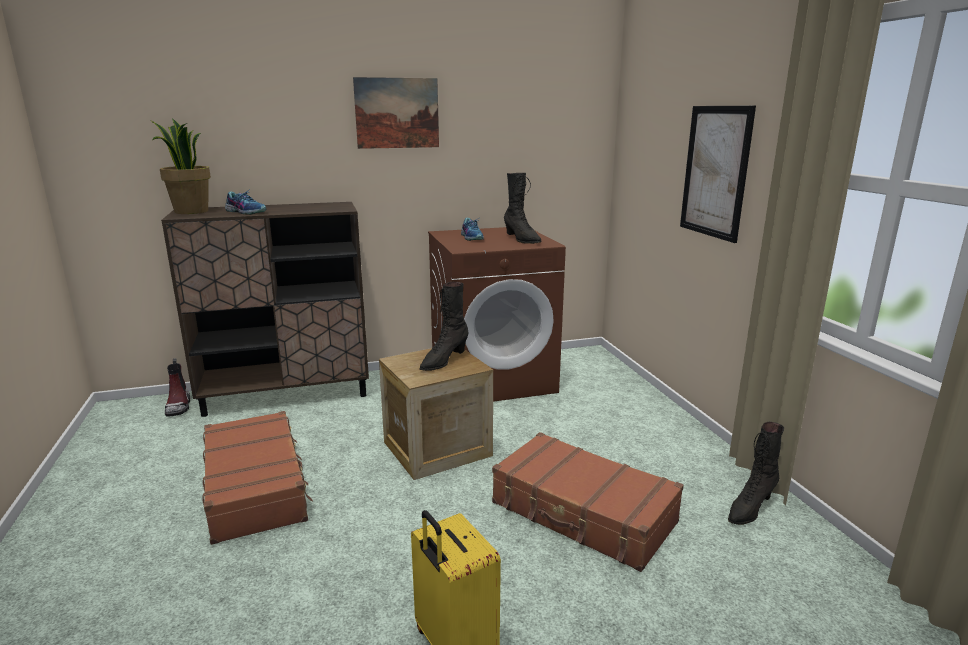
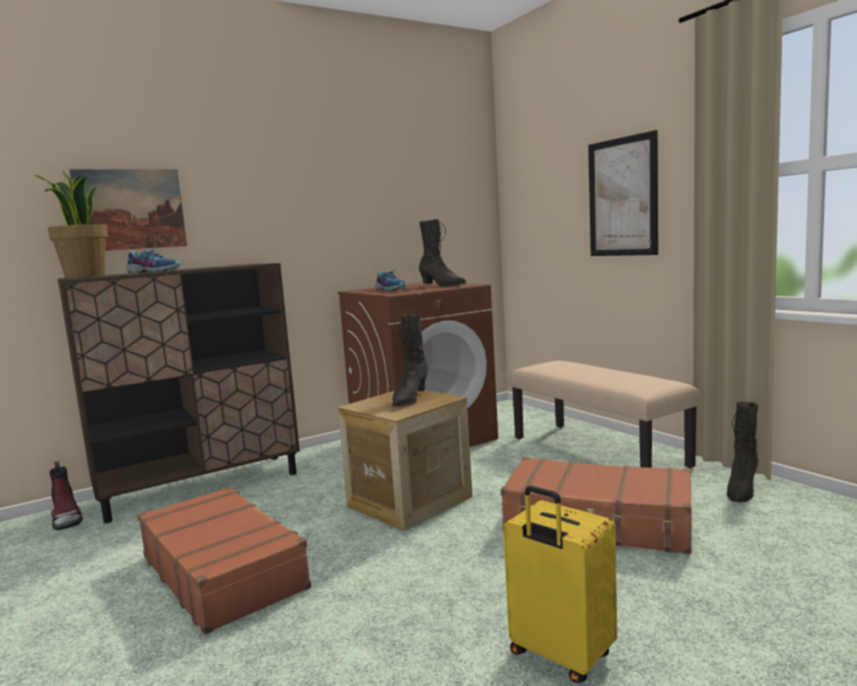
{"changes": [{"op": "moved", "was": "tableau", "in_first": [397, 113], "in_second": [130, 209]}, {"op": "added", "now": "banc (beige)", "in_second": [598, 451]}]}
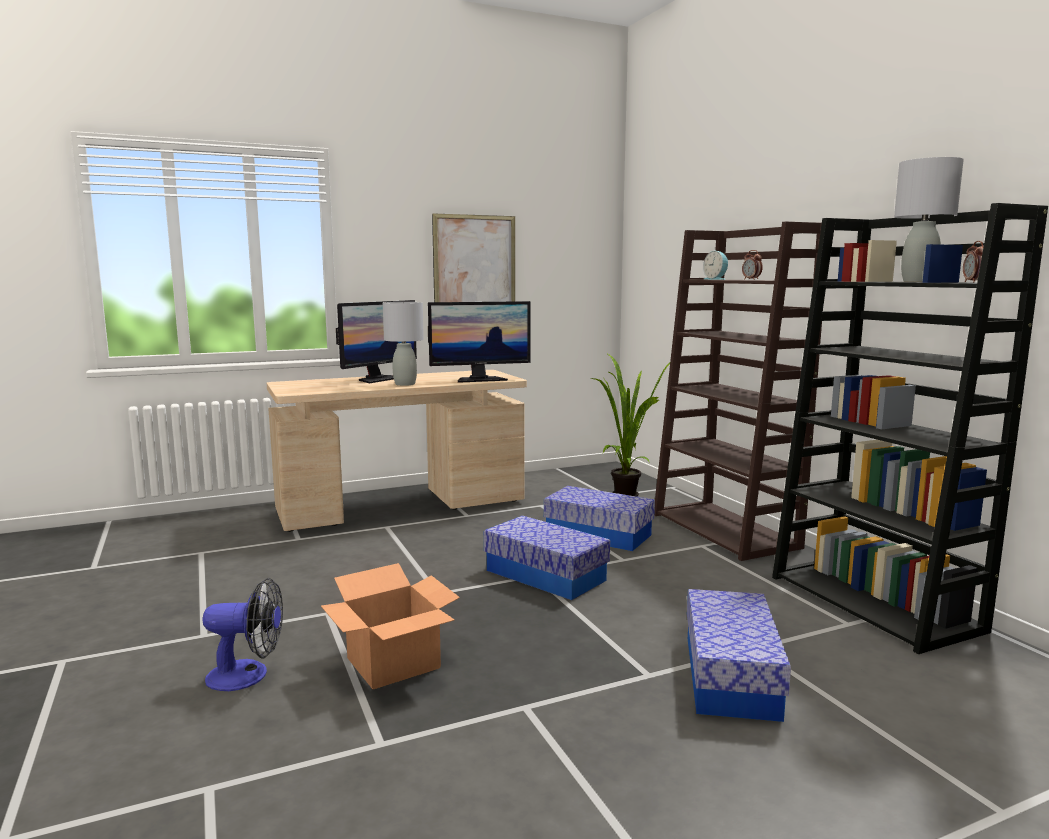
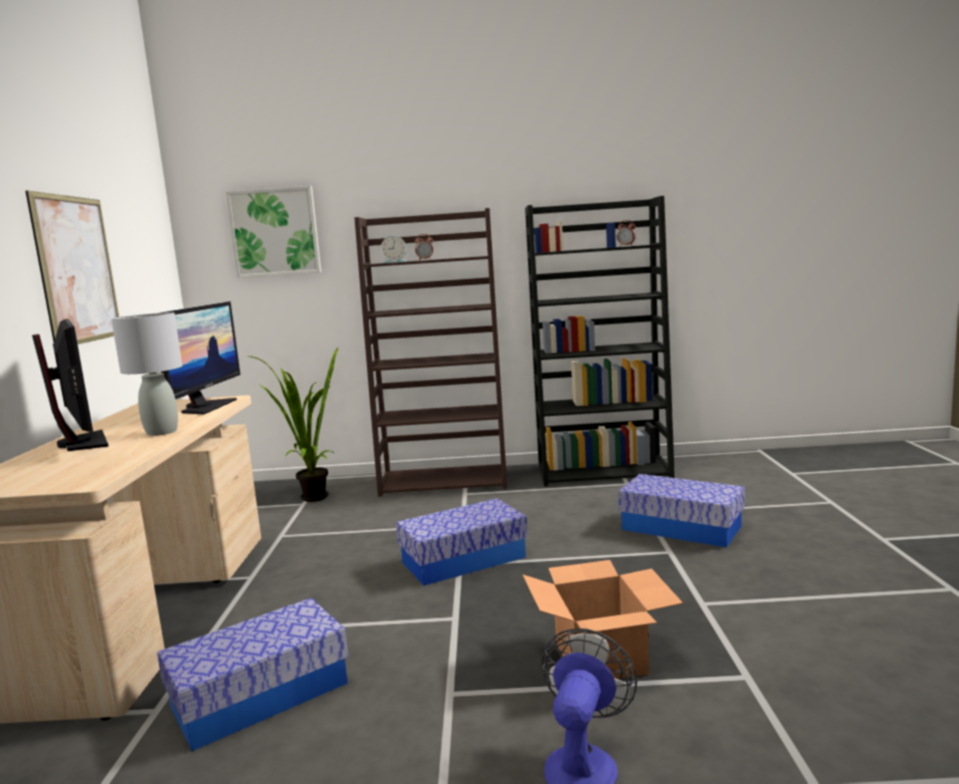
{"changes": [{"op": "removed", "was": "lampe de table (gris)", "in_first": [918, 281]}, {"op": "moved", "was": "boîte de rangement", "in_first": [598, 534], "in_second": [260, 695]}, {"op": "added", "now": "tableau", "in_second": [275, 232]}]}
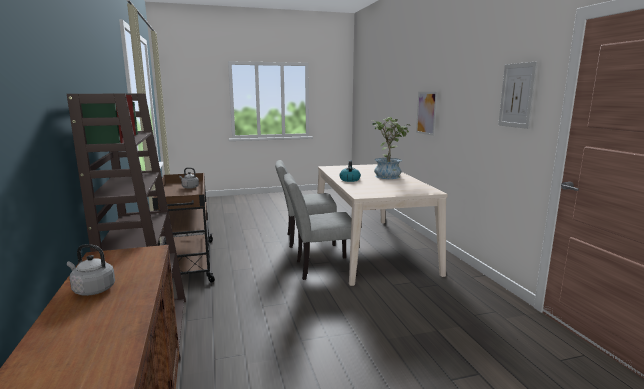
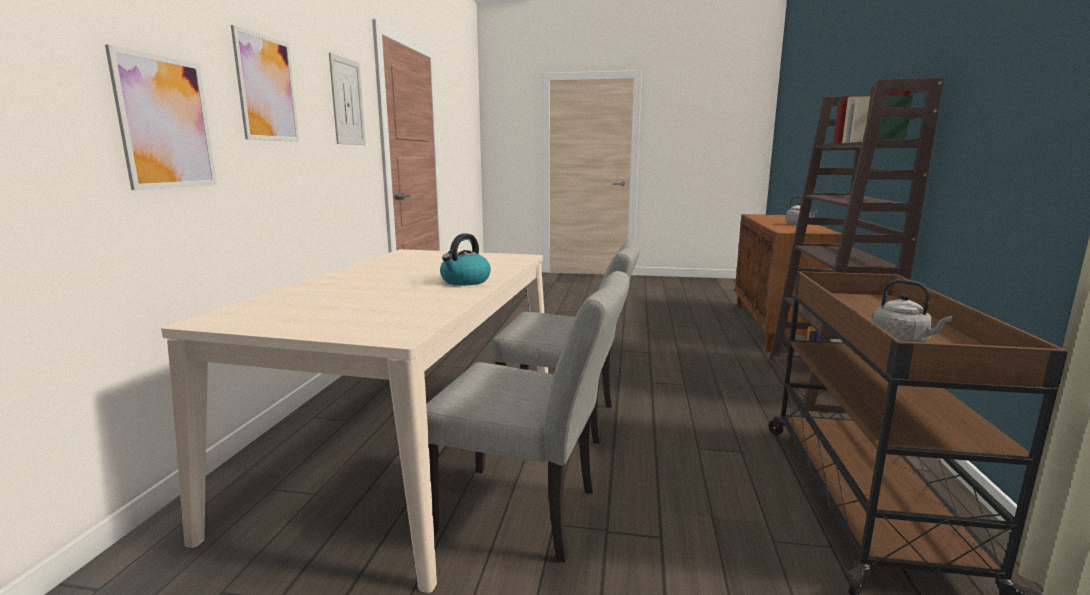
{"changes": [{"op": "removed", "was": "plante en pot", "in_first": [388, 175]}, {"op": "added", "now": "tableau", "in_second": [267, 88]}]}
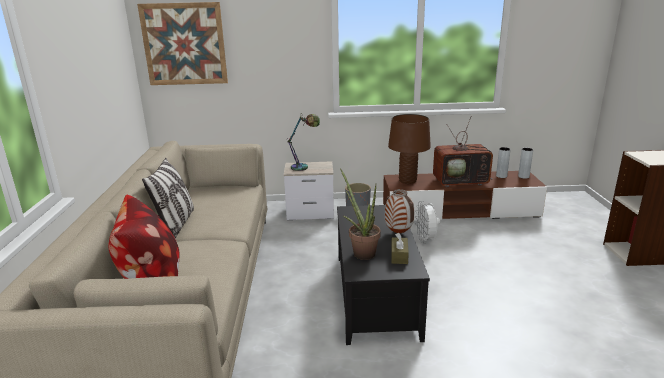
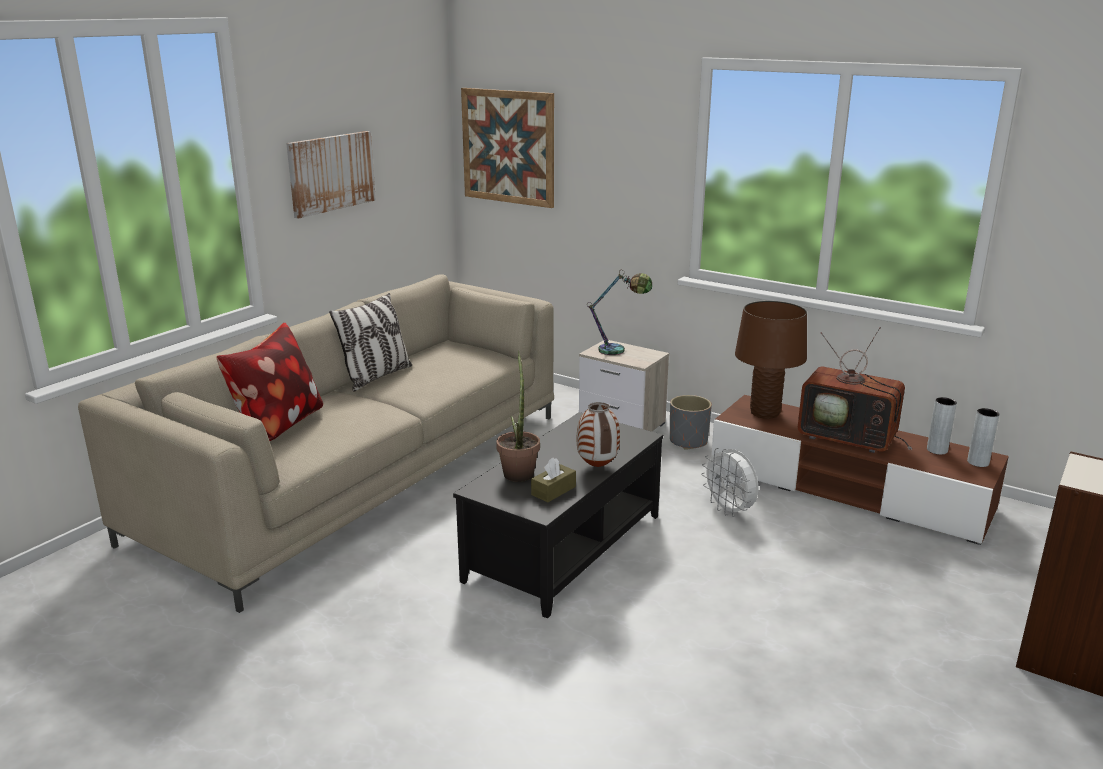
{"changes": [{"op": "turned", "was": "ventilateur (blanc)", "in_first": [426, 240], "in_second": [729, 510], "clockwise": -60}, {"op": "added", "now": "tableau", "in_second": [331, 173]}]}
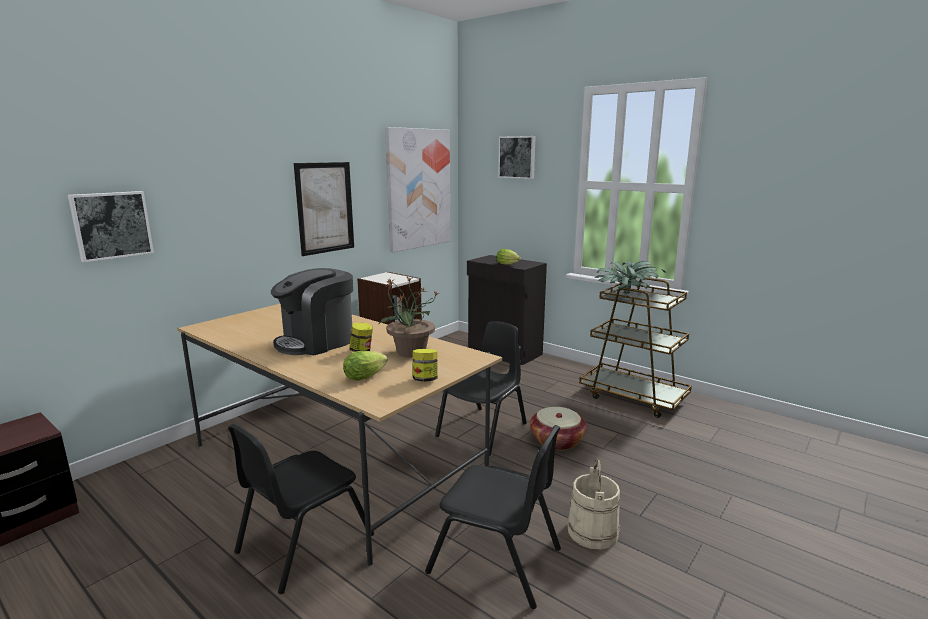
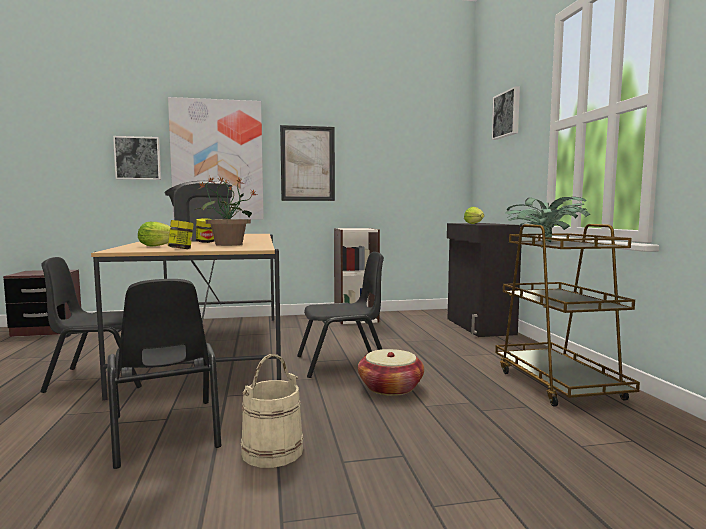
{"changes": [{"op": "moved", "was": "tableau", "in_first": [418, 189], "in_second": [217, 160]}]}
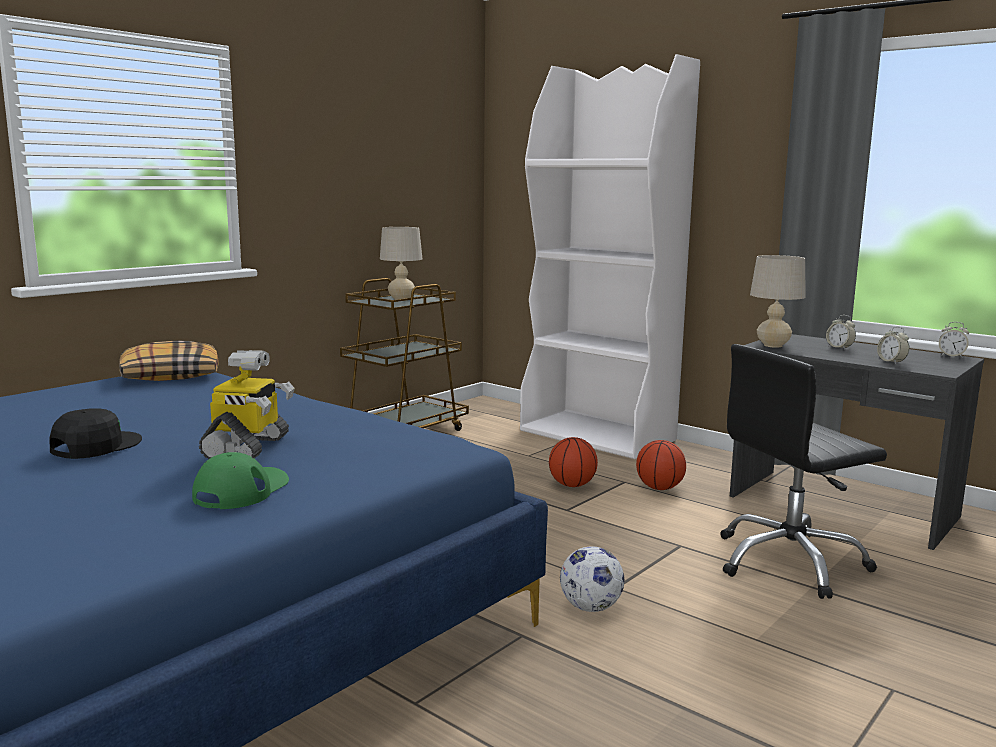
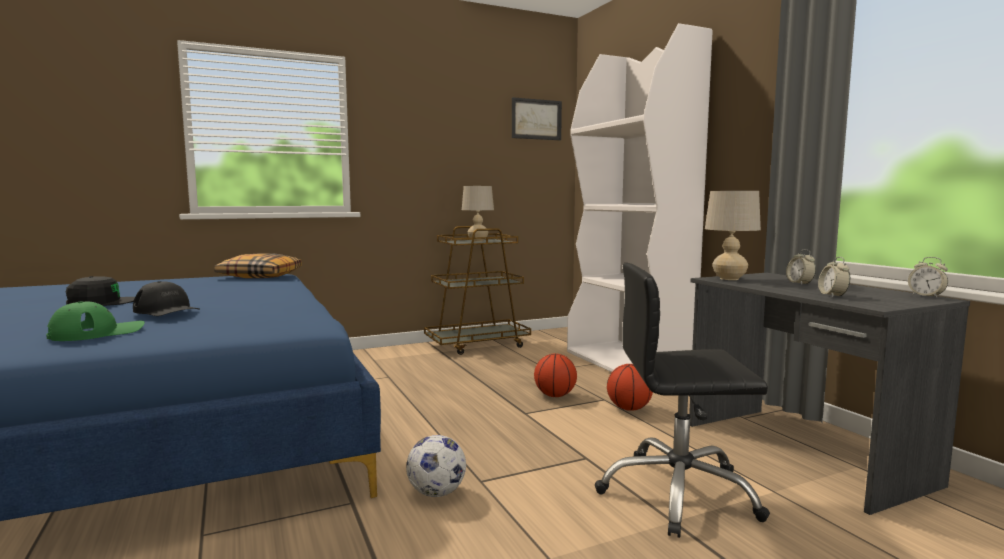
{"changes": [{"op": "replaced", "was": "robot jouet", "now": "casquette (noir)", "in_first": [248, 448], "in_second": [167, 310]}, {"op": "added", "now": "tableau", "in_second": [536, 119]}]}
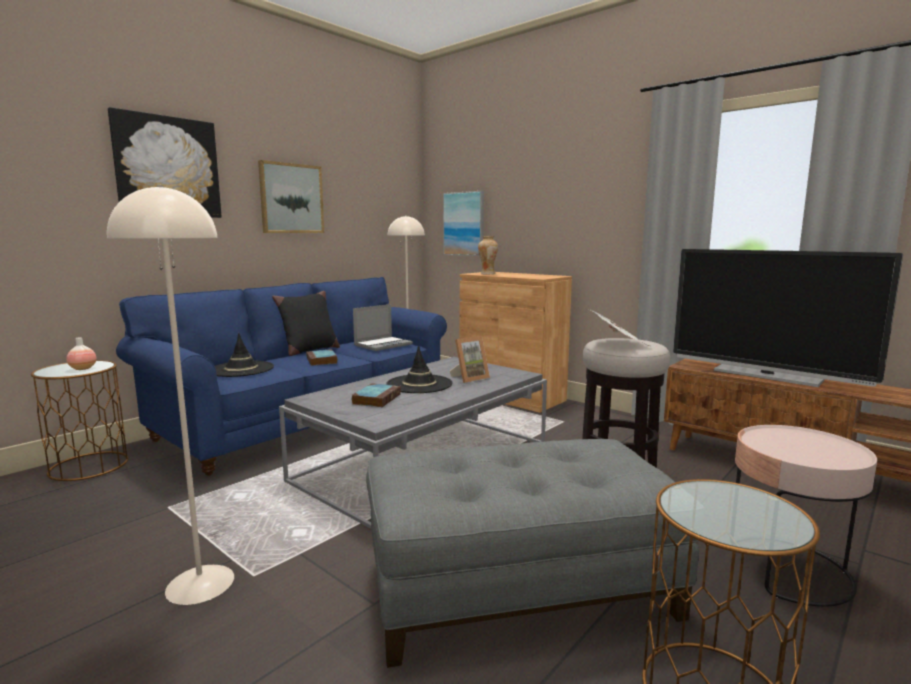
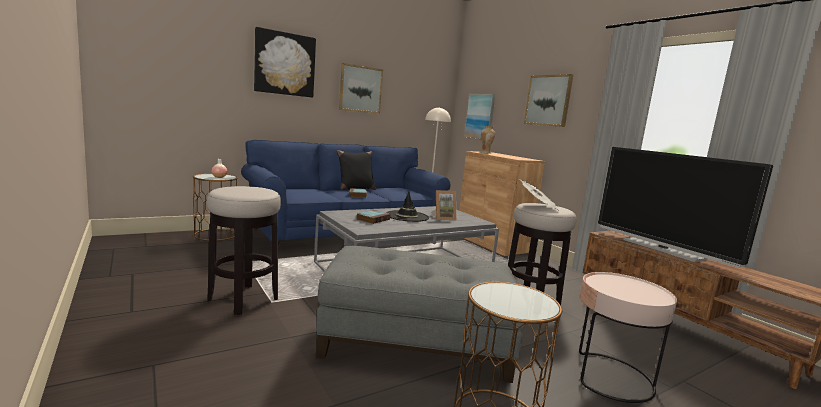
{"changes": [{"op": "replaced", "was": "lampadaire (beige)", "now": "tabouret", "in_first": [200, 584], "in_second": [243, 299]}, {"op": "removed", "was": "ordinateur portable", "in_first": [383, 345]}, {"op": "removed", "was": "chapeau (noir)", "in_first": [241, 369]}, {"op": "added", "now": "tableau", "in_second": [548, 100]}]}
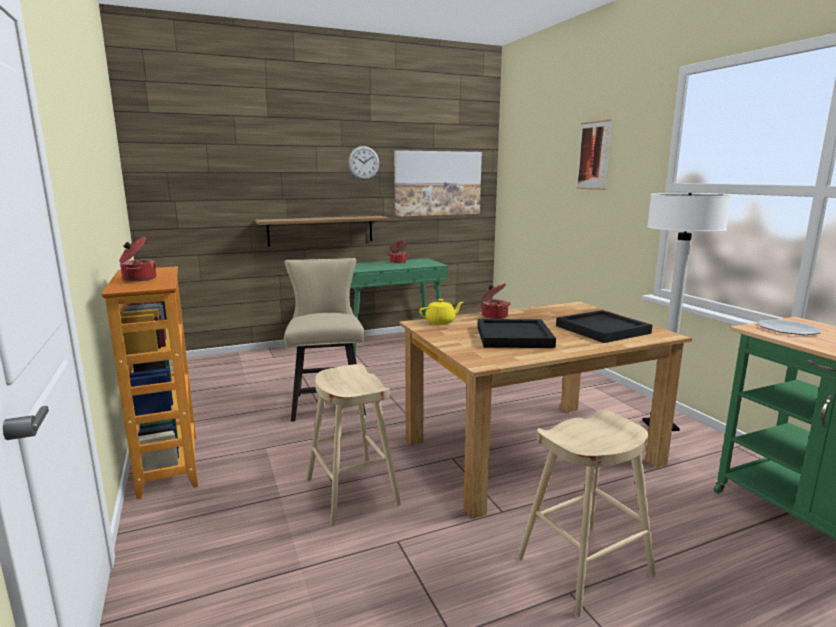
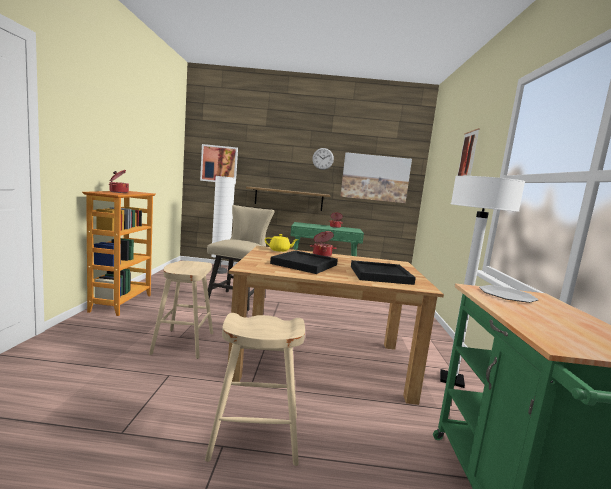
{"changes": [{"op": "added", "now": "tableau", "in_second": [219, 164]}, {"op": "added", "now": "lampadaire (blanc)", "in_second": [219, 271]}]}
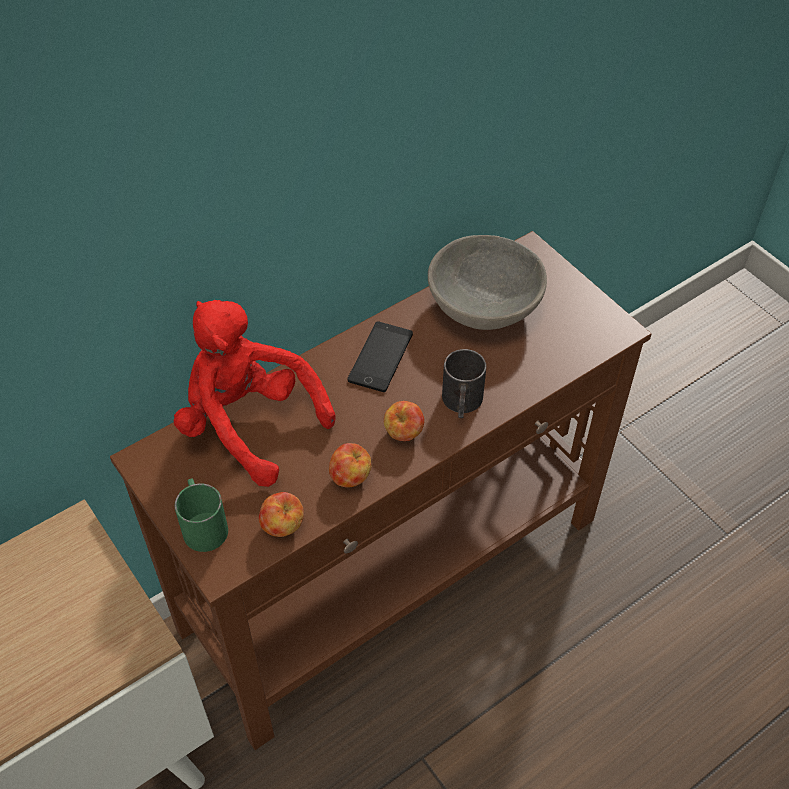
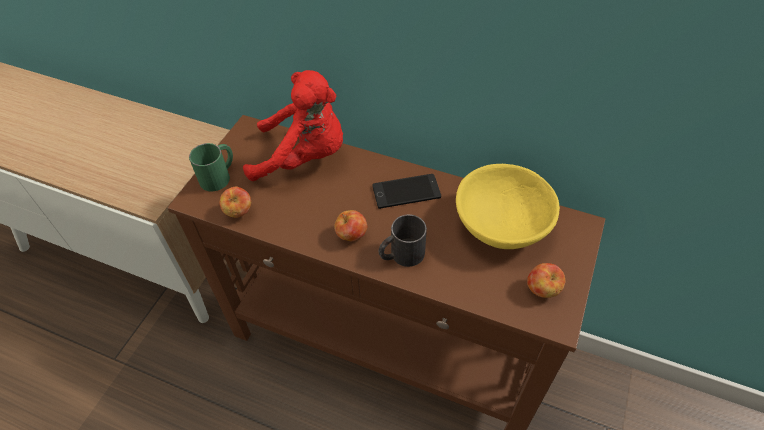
{"changes": [{"op": "recoloured", "was": "bol (gris)", "now": "bol (jaune)", "in_first": [485, 305], "in_second": [503, 225]}, {"op": "turned", "was": "peluche (rouge)", "in_first": [248, 424], "in_second": [304, 157], "clockwise": 90}, {"op": "moved", "was": "pomme", "in_first": [350, 477], "in_second": [542, 289]}]}
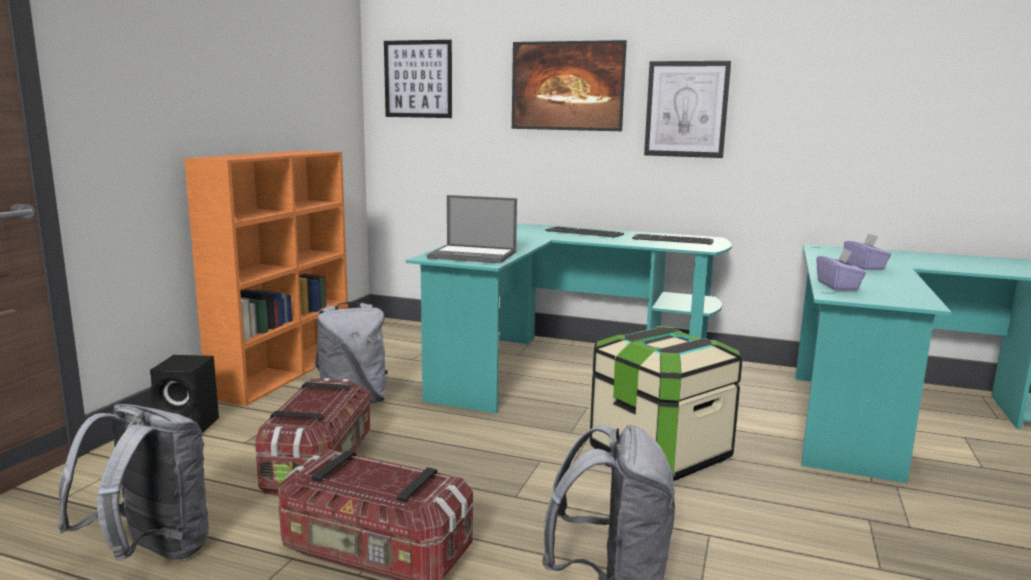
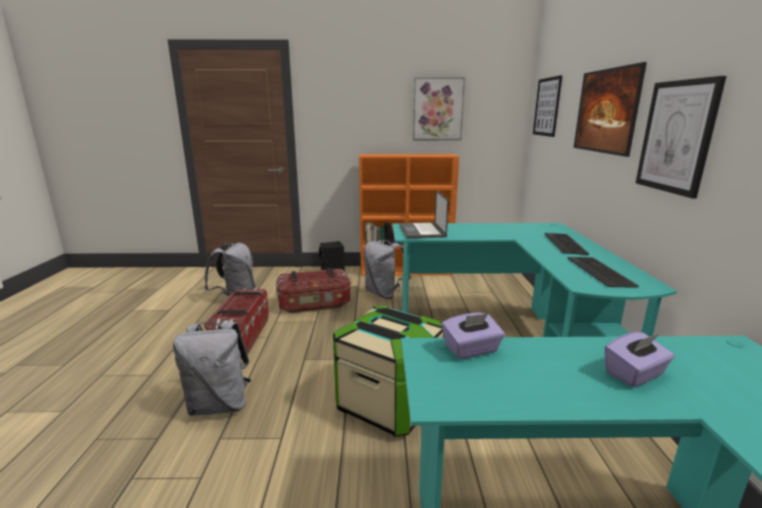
{"changes": [{"op": "added", "now": "tableau", "in_second": [437, 109]}]}
